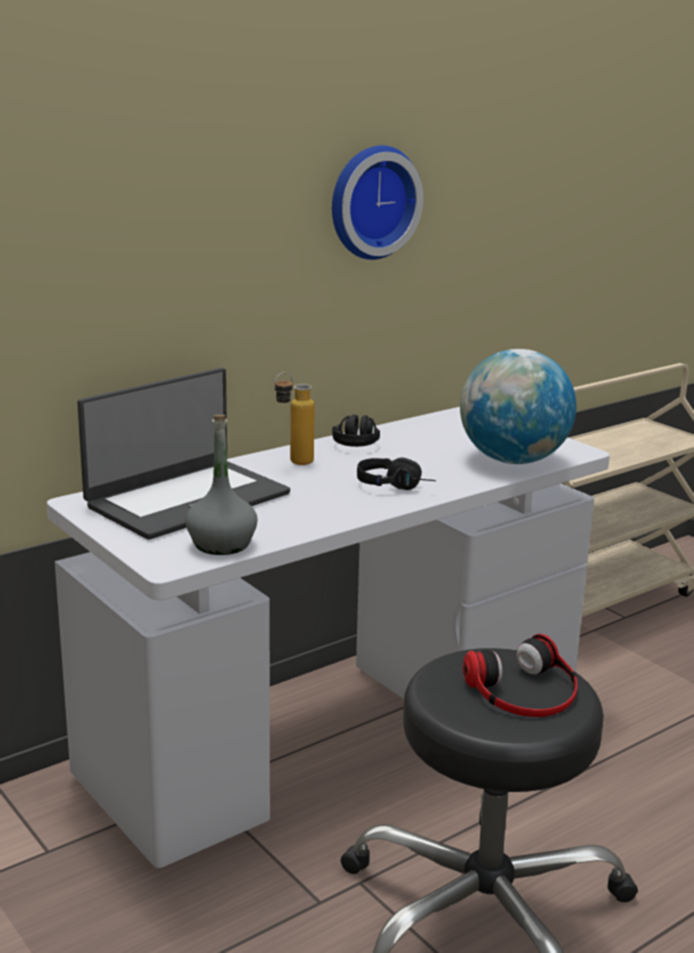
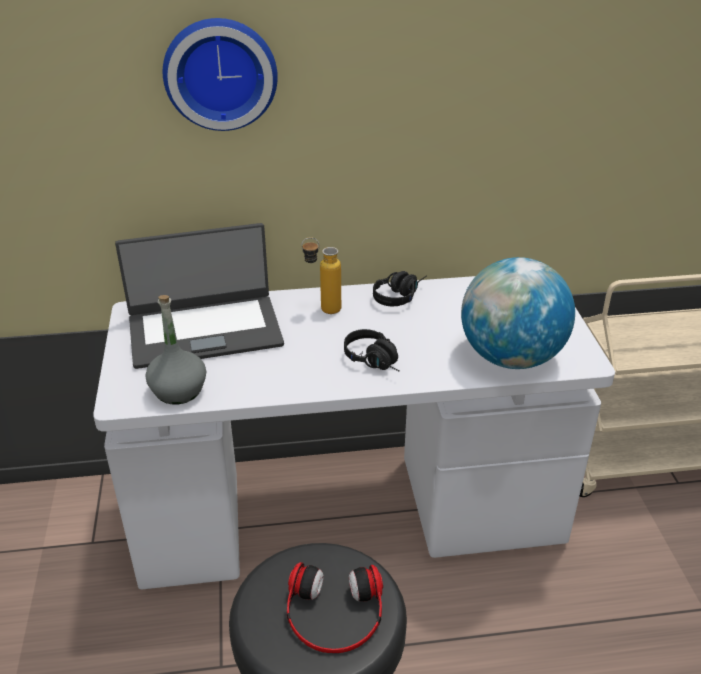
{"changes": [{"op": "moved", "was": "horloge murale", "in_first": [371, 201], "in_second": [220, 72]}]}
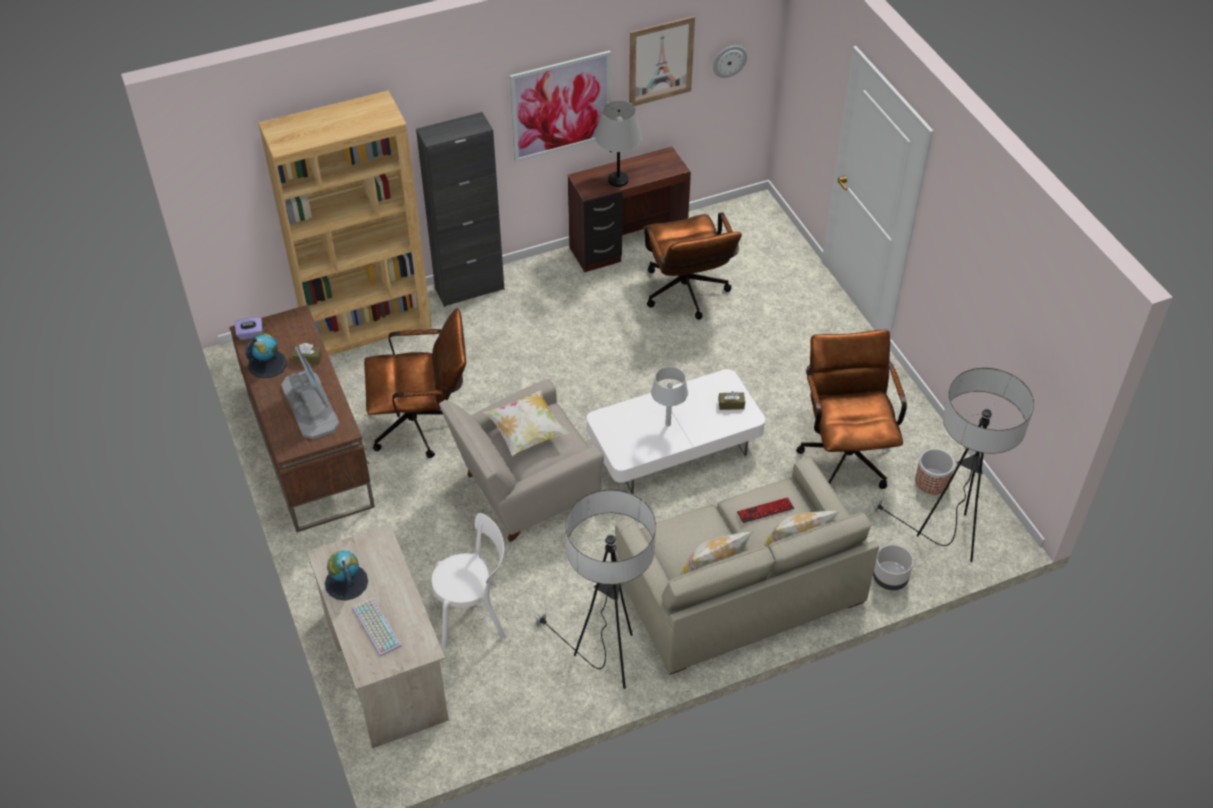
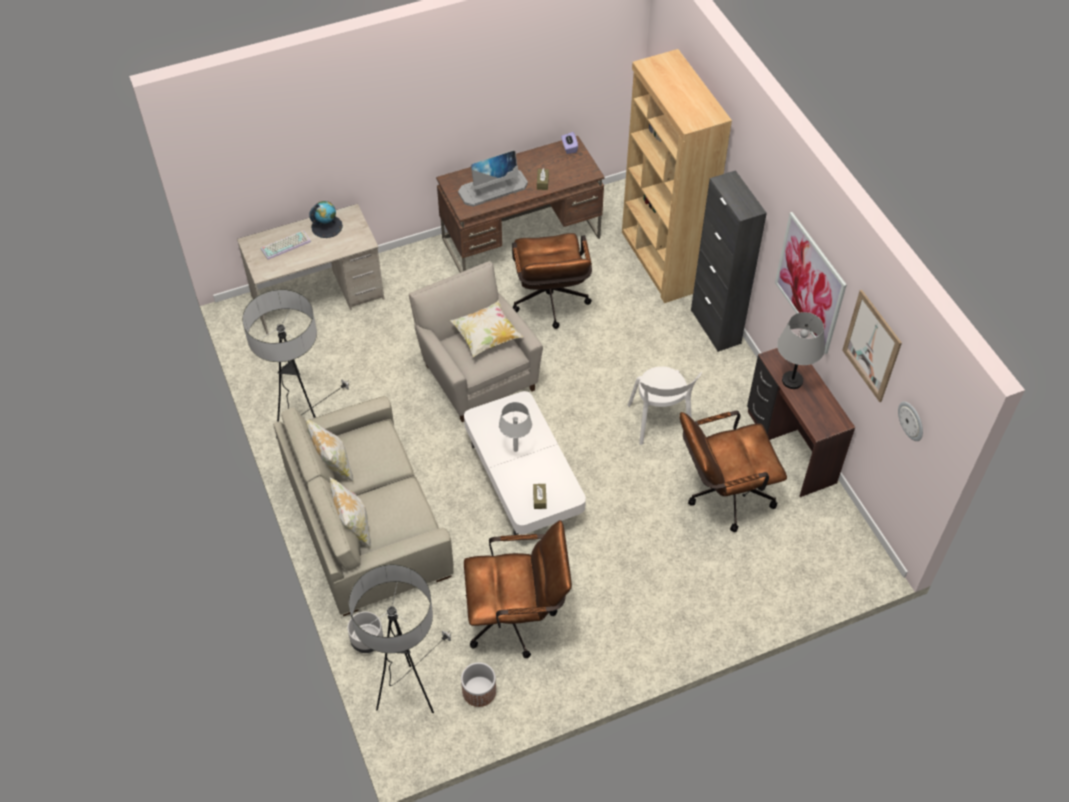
{"changes": [{"op": "removed", "was": "globe", "in_first": [267, 364]}, {"op": "removed", "was": "clavier", "in_first": [765, 511]}, {"op": "moved", "was": "chaise (blanc)", "in_first": [474, 615], "in_second": [660, 422]}]}
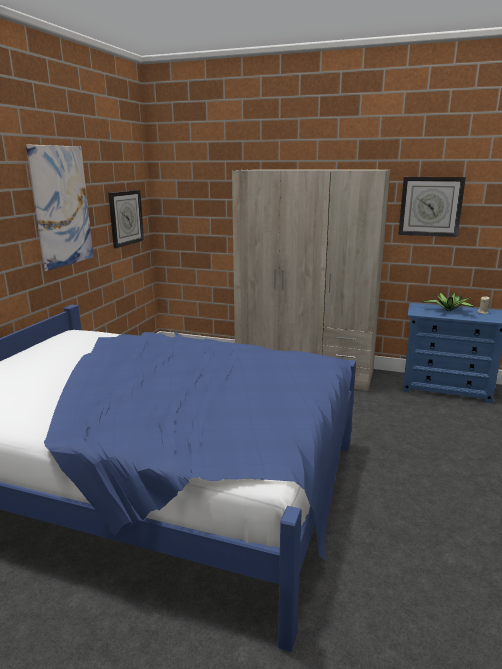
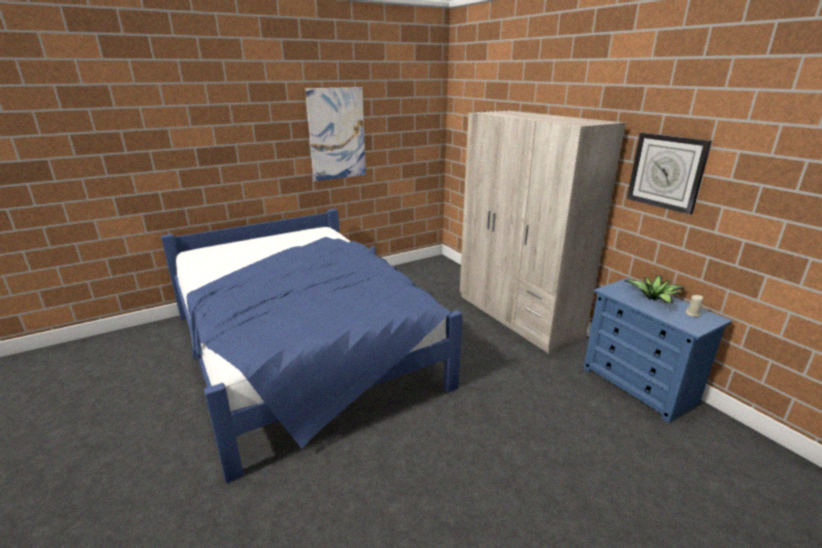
{"changes": [{"op": "removed", "was": "horloge murale", "in_first": [125, 218]}]}
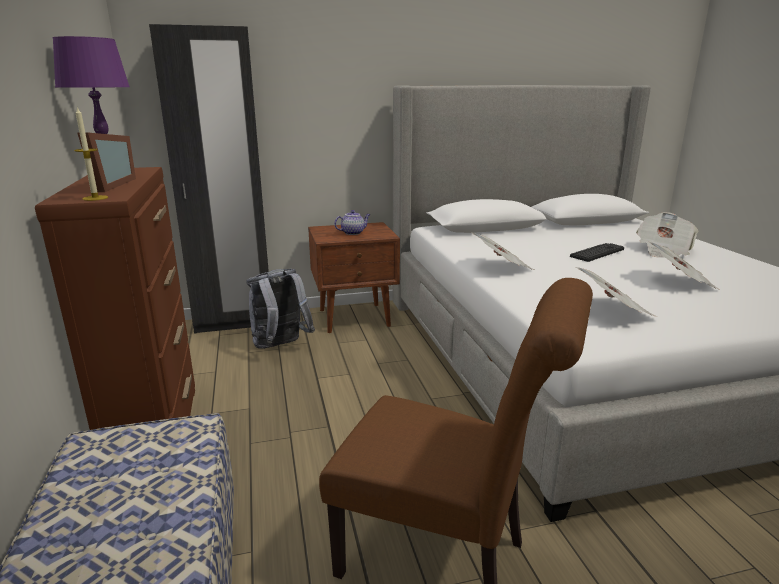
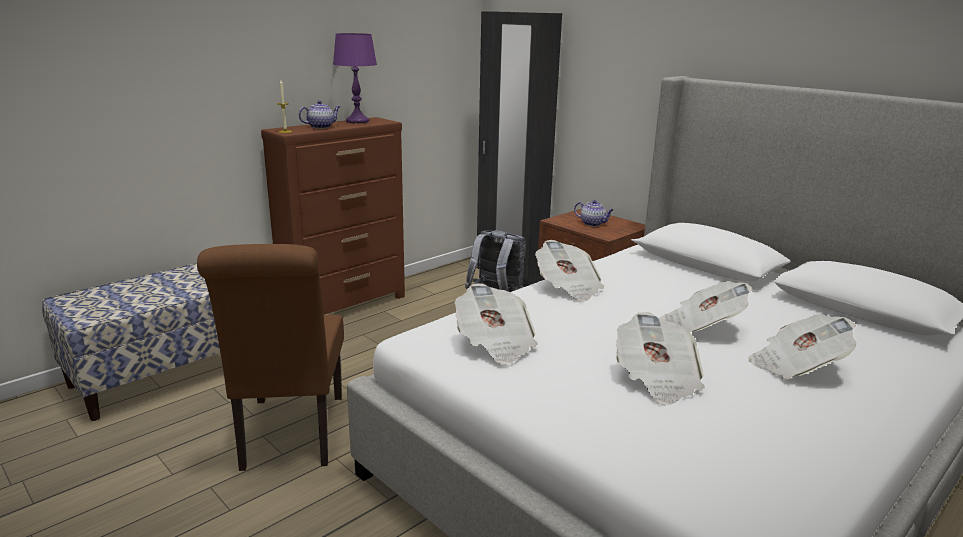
{"changes": [{"op": "replaced", "was": "cadre photo", "now": "théière", "in_first": [106, 185], "in_second": [321, 127]}, {"op": "replaced", "was": "clavier", "now": "journal", "in_first": [597, 253], "in_second": [701, 326]}]}
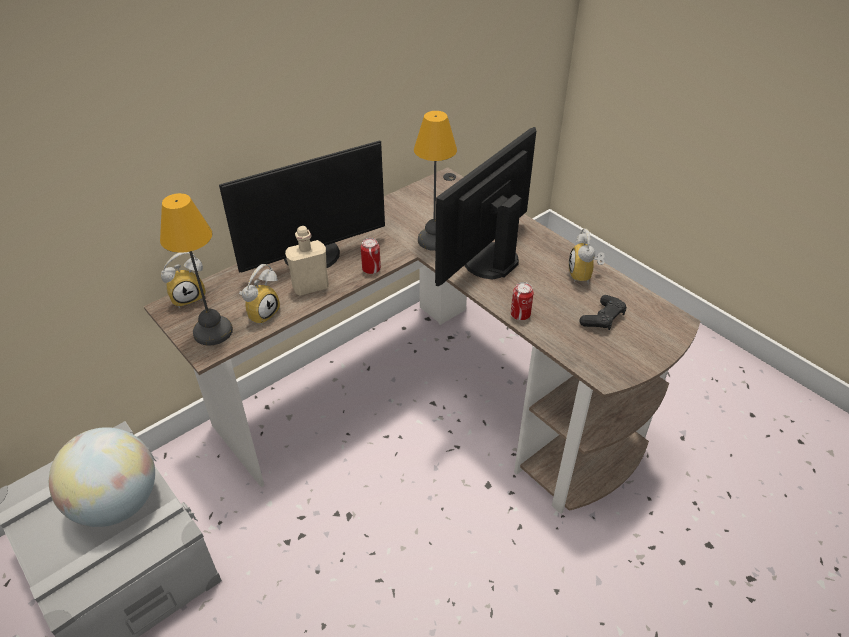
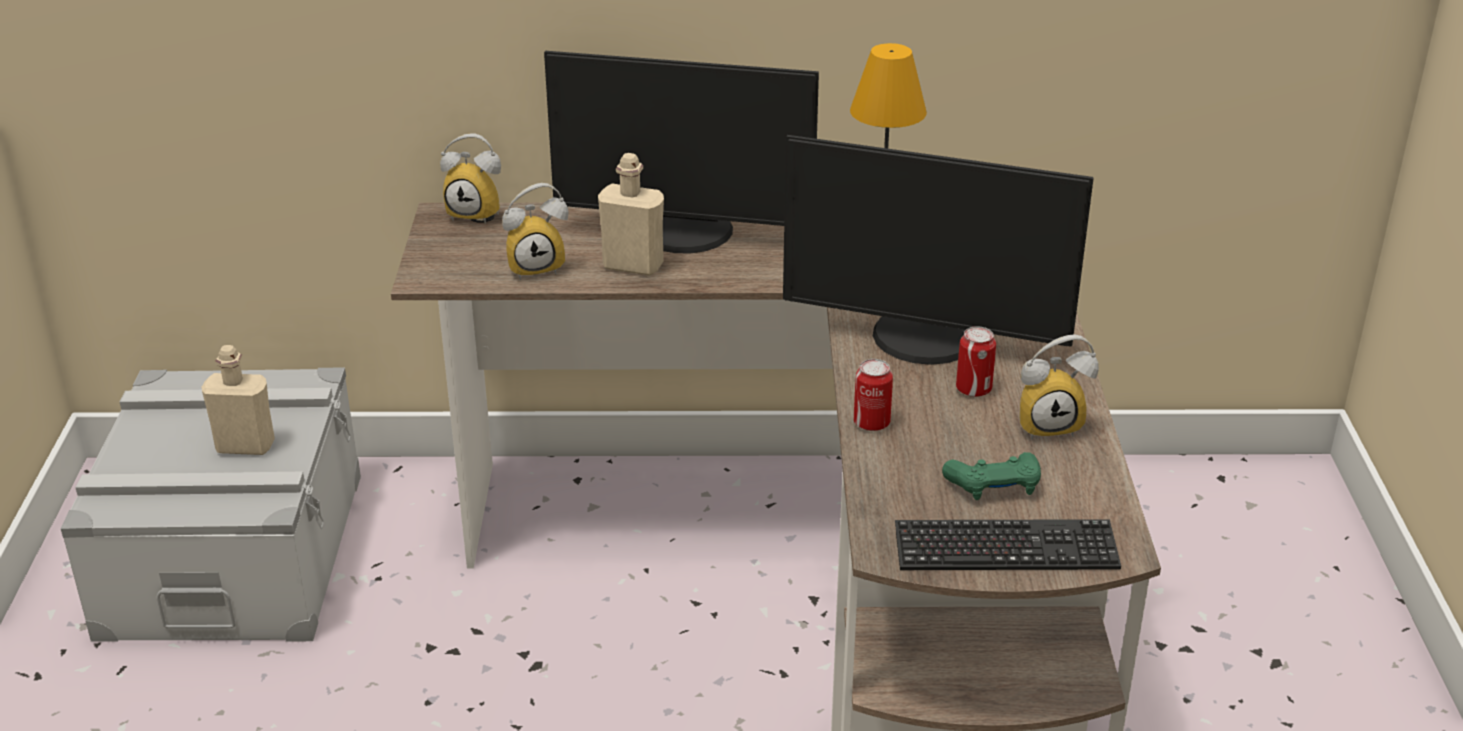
{"changes": [{"op": "turned", "was": "écran d'ordinateur", "in_first": [488, 260], "in_second": [924, 339], "clockwise": -150}, {"op": "removed", "was": "lampe de table", "in_first": [212, 331]}, {"op": "turned", "was": "réveil", "in_first": [584, 276], "in_second": [1049, 424], "clockwise": -135}, {"op": "moved", "was": "boîte métallique", "in_first": [371, 269], "in_second": [973, 389]}, {"op": "recoloured", "was": "manette (noir)", "now": "manette (vert)", "in_first": [603, 318], "in_second": [994, 486]}, {"op": "replaced", "was": "globe", "now": "bouteille (beige)", "in_first": [117, 503], "in_second": [245, 446]}, {"op": "added", "now": "clavier", "in_second": [1005, 549]}]}
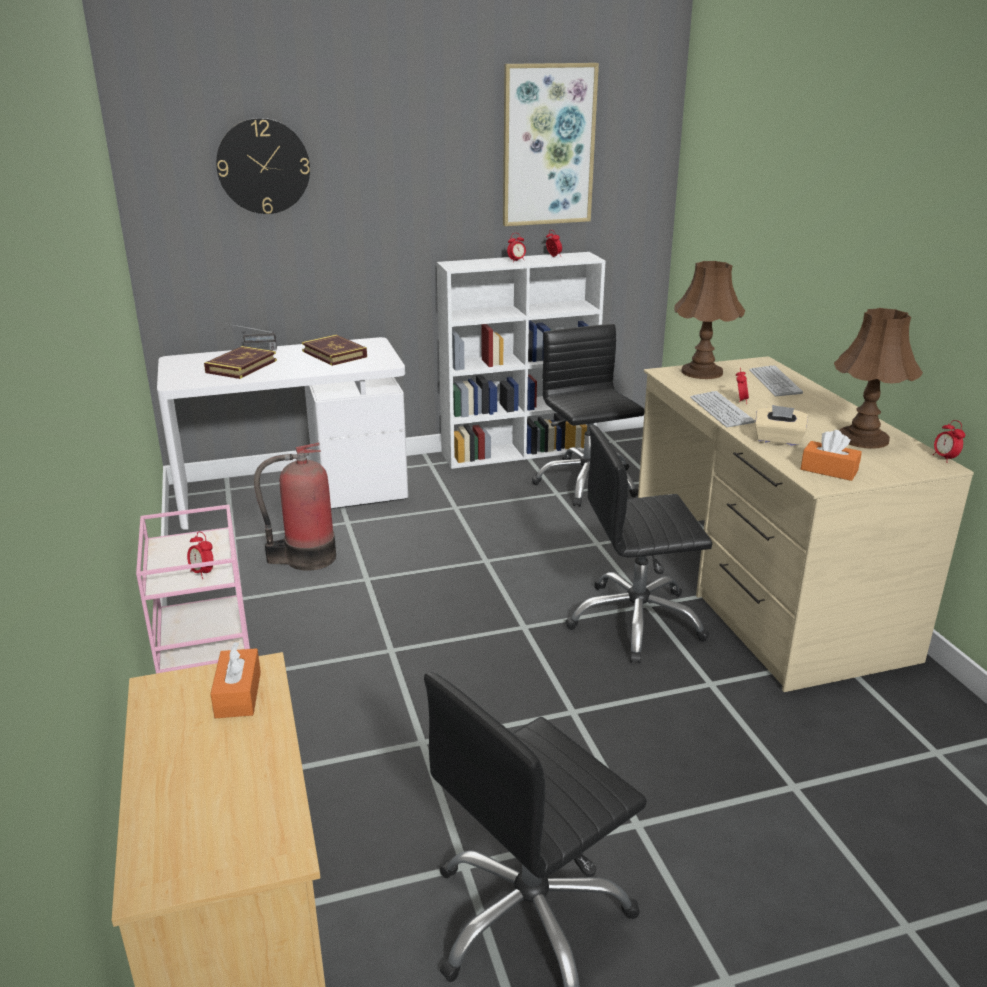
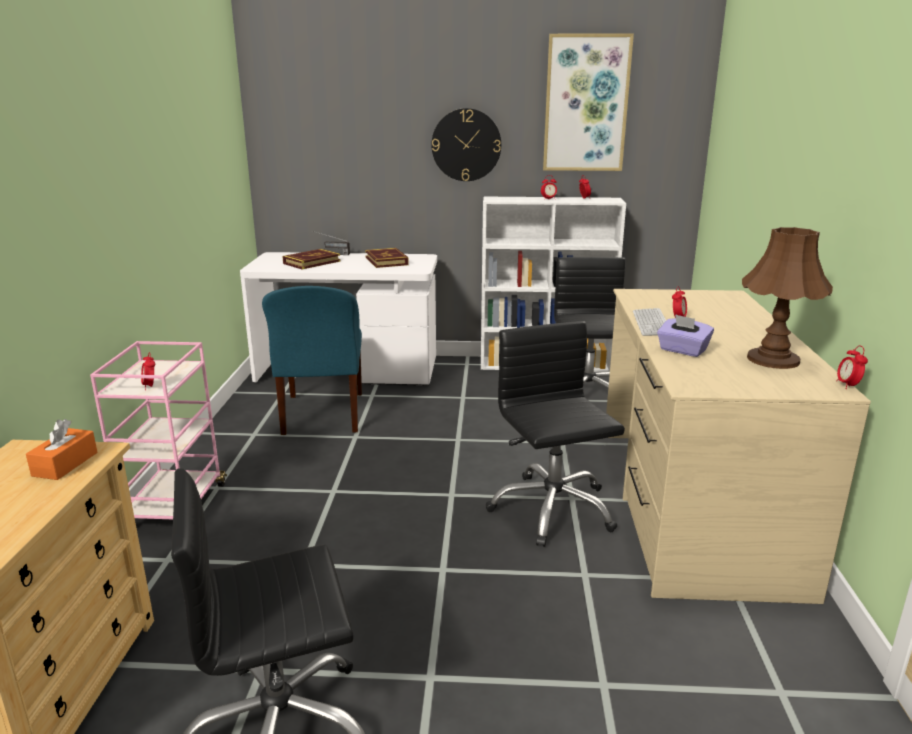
{"changes": [{"op": "moved", "was": "horloge murale", "in_first": [263, 166], "in_second": [466, 145]}, {"op": "removed", "was": "lampe de table (marron)", "in_first": [702, 372]}, {"op": "removed", "was": "clavier", "in_first": [774, 382]}, {"op": "recoloured", "was": "boîte à mouchoirs (beige)", "now": "boîte à mouchoirs (violet)", "in_first": [778, 440], "in_second": [682, 350]}, {"op": "turned", "was": "chaise de bureau (noir)", "in_first": [636, 621], "in_second": [551, 509], "clockwise": 60}, {"op": "removed", "was": "boîte à mouchoirs (orange)", "in_first": [829, 470]}, {"op": "replaced", "was": "extincteur", "now": "chaise (bleu)", "in_first": [306, 558], "in_second": [322, 415]}]}
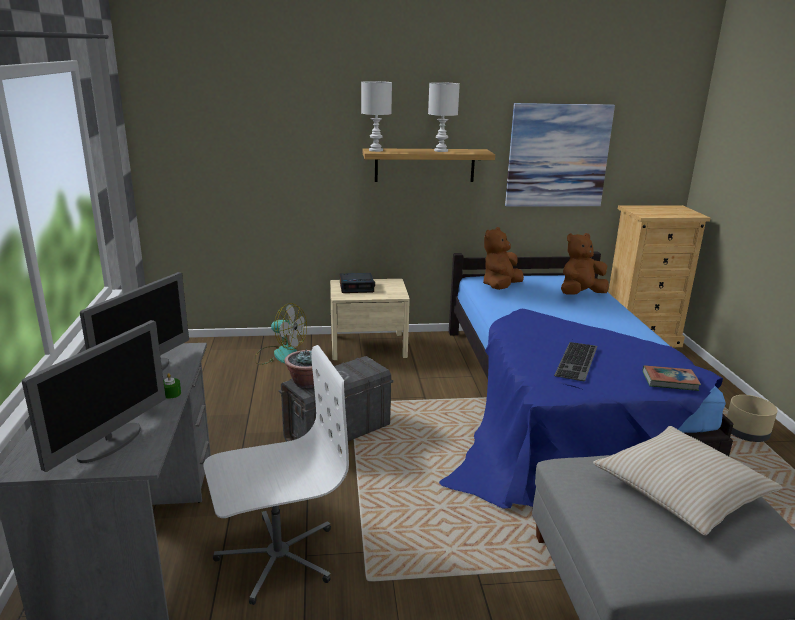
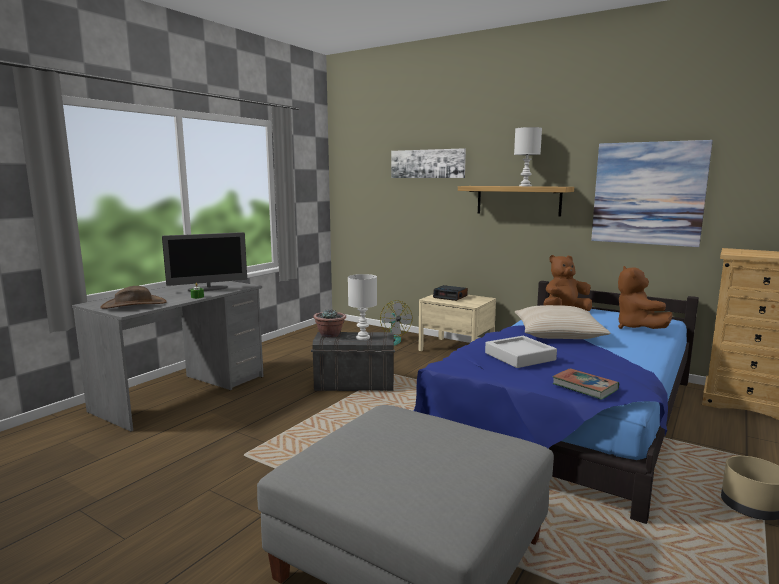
{"changes": [{"op": "moved", "was": "lampe de table (blanc)", "in_first": [375, 150], "in_second": [362, 337]}, {"op": "turned", "was": "peluche (marron)", "in_first": [580, 294], "in_second": [637, 328], "clockwise": -105}, {"op": "replaced", "was": "écran d'ordinateur", "now": "chapeau (marron)", "in_first": [110, 443], "in_second": [134, 305]}, {"op": "replaced", "was": "clavier", "now": "plateau (gris)", "in_first": [578, 361], "in_second": [519, 356]}, {"op": "removed", "was": "chaise de bureau (blanc)", "in_first": [277, 556]}, {"op": "moved", "was": "coussin (beige)", "in_first": [681, 491], "in_second": [558, 333]}, {"op": "added", "now": "tableau", "in_second": [427, 164]}]}
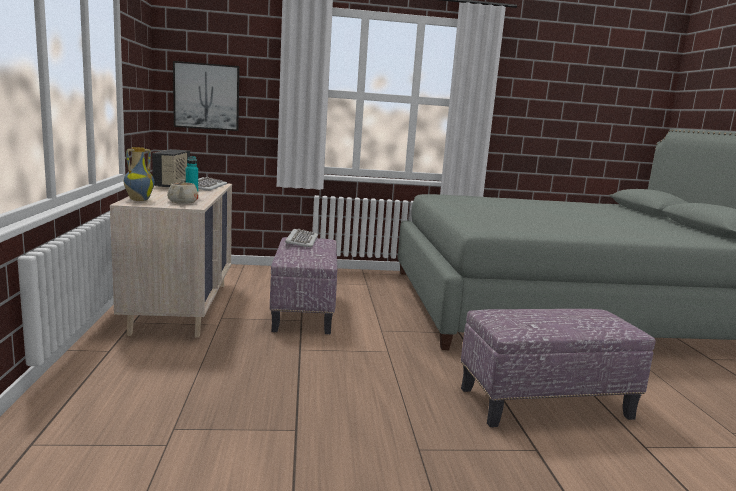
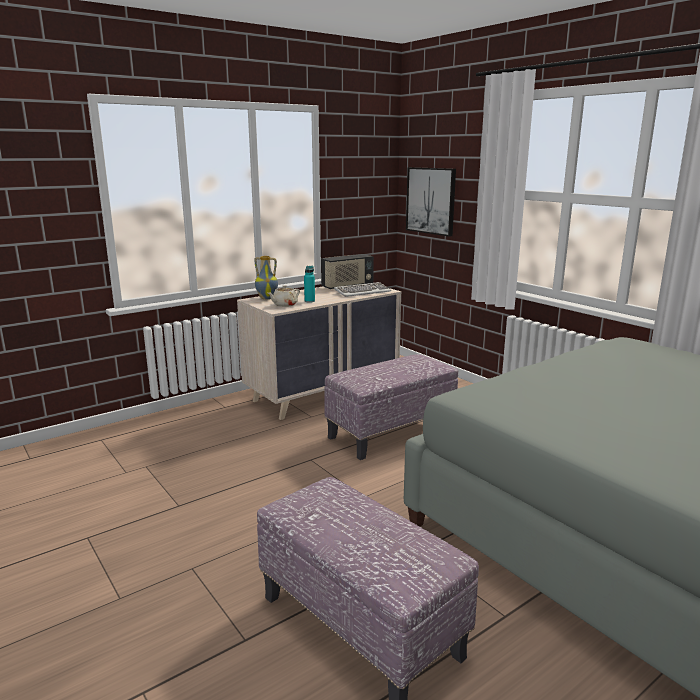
{"changes": [{"op": "removed", "was": "clavier", "in_first": [301, 240]}]}
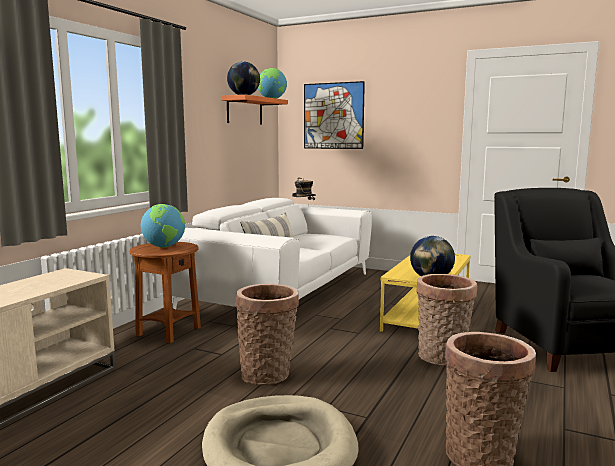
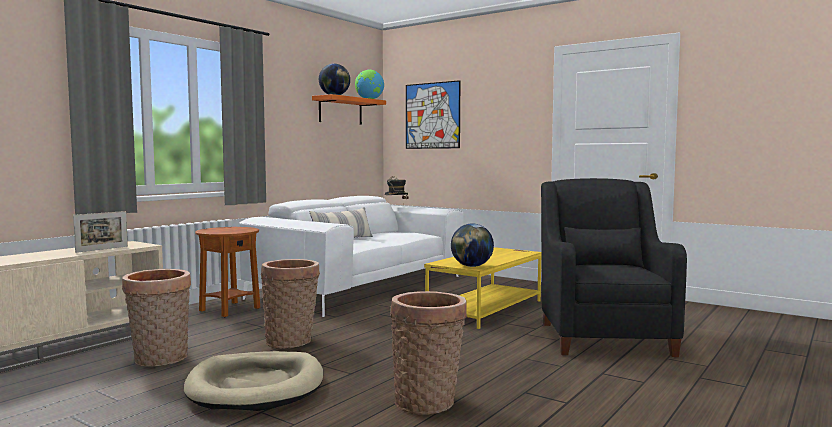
{"changes": [{"op": "removed", "was": "globe", "in_first": [164, 247]}, {"op": "moved", "was": "panier", "in_first": [443, 358], "in_second": [160, 360]}, {"op": "added", "now": "cadre photo", "in_second": [102, 249]}]}
